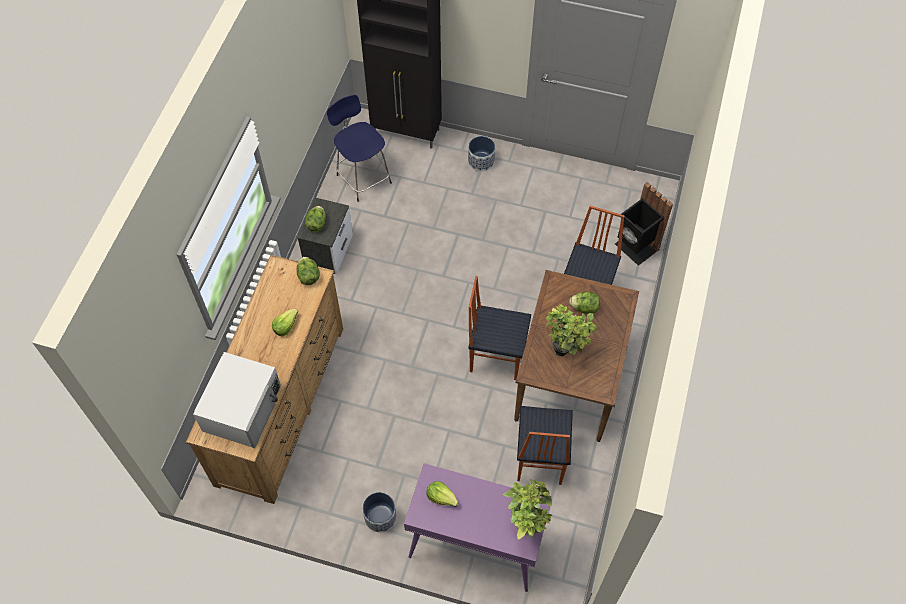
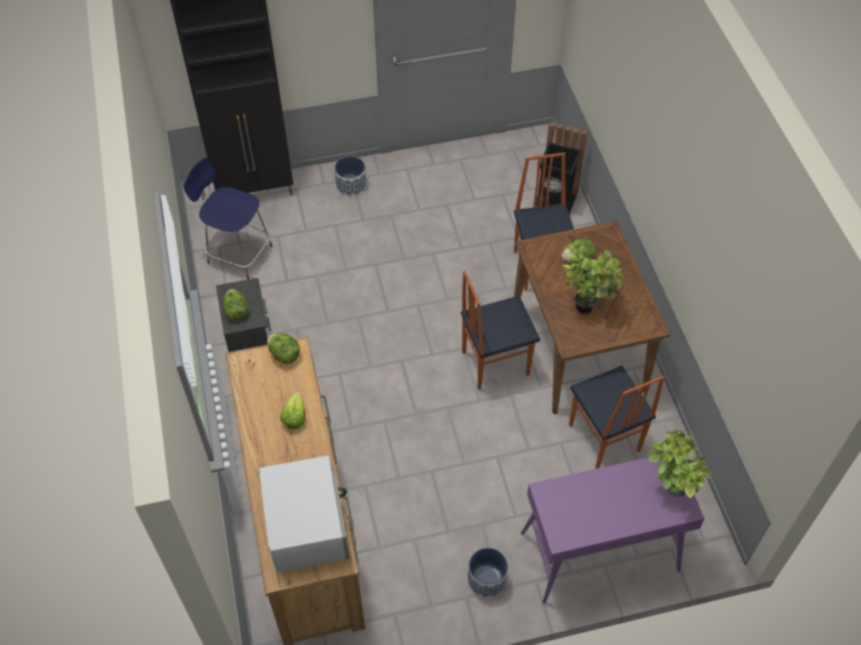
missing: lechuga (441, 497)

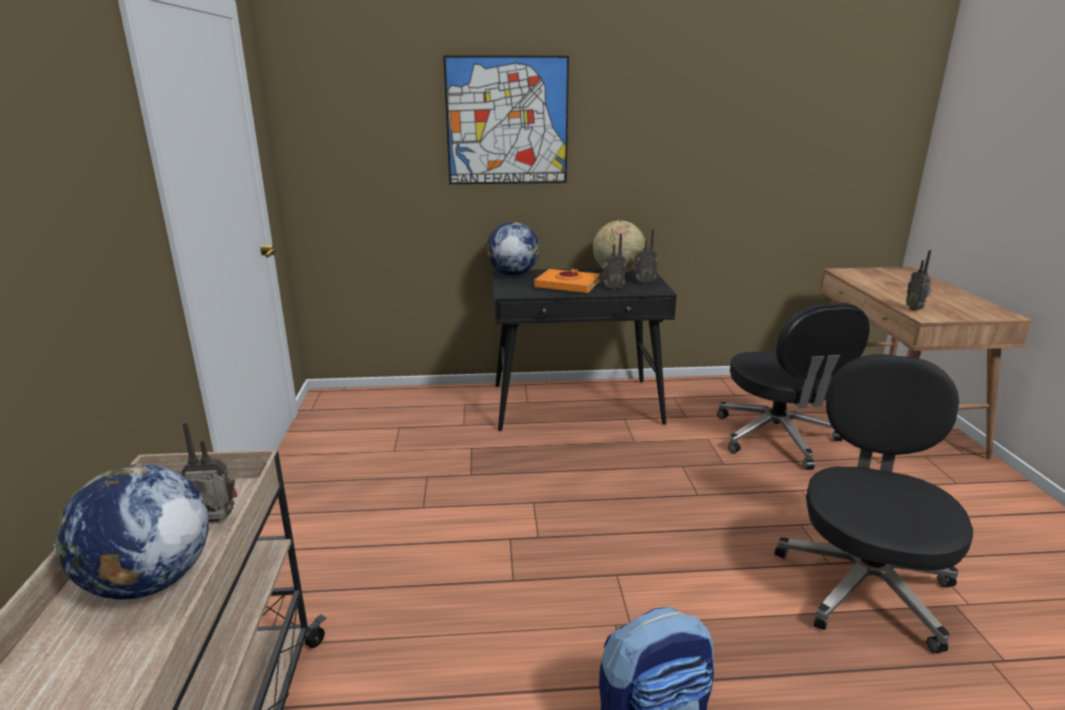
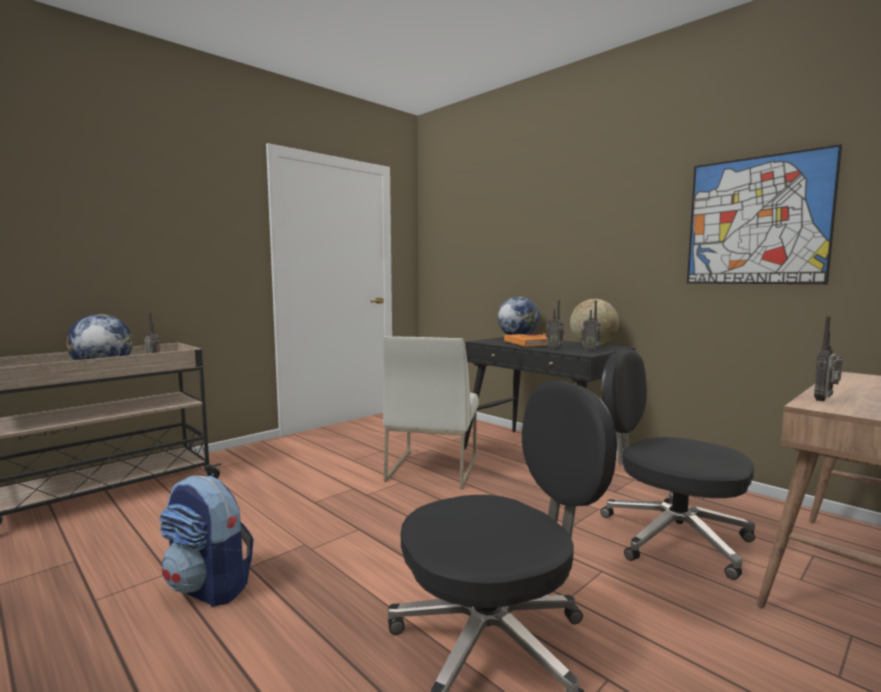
appeared: silla/blanco (432, 468)
relocated: cuadro (507, 121) to (756, 221)
spun: silla de oficina/negro (777, 438) = (670, 536) 90 degrees clockwise

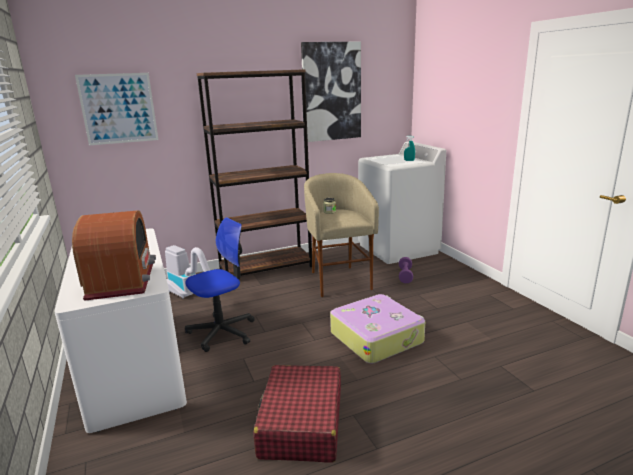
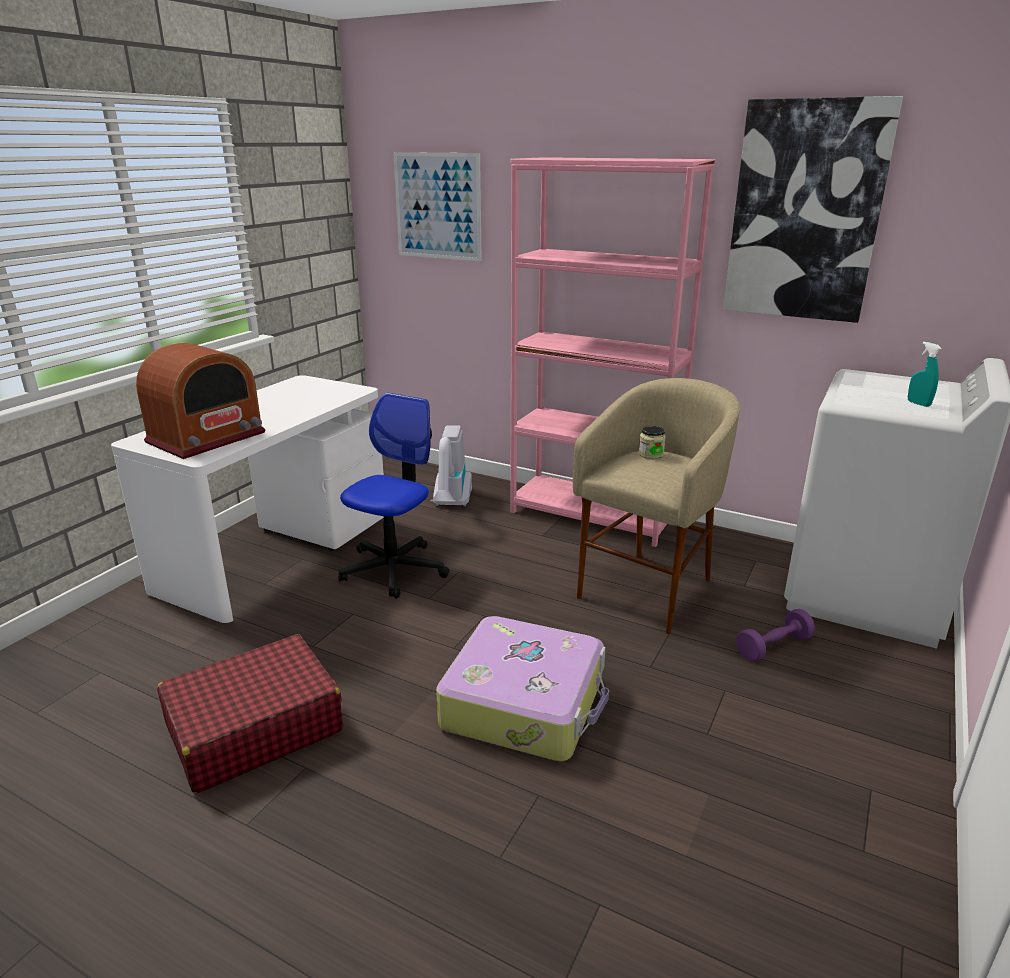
colour: estantería/marrón (266, 268) to estantería/rosa (592, 516)
spun: silla de oficina (222, 332) = (394, 569) 75 degrees counterclockwise

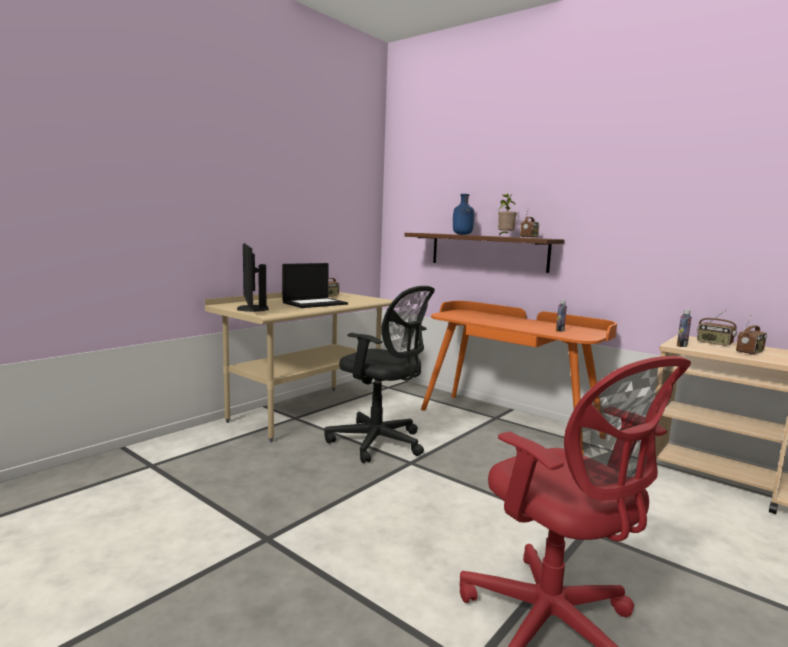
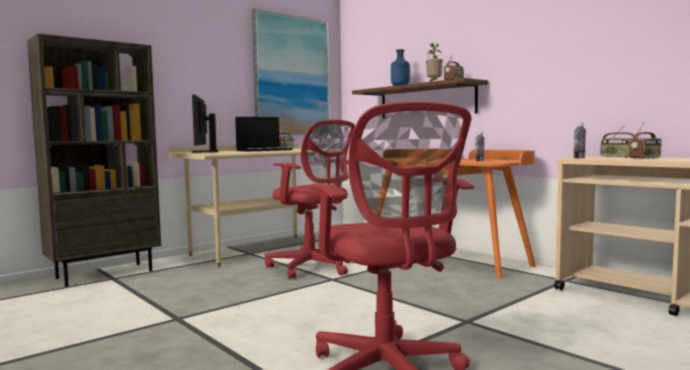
appeared: estantería/marrón (105, 274); cuadro (292, 76)
colour: silla de oficina/negro (380, 443) to silla de oficina/rojo (313, 268)

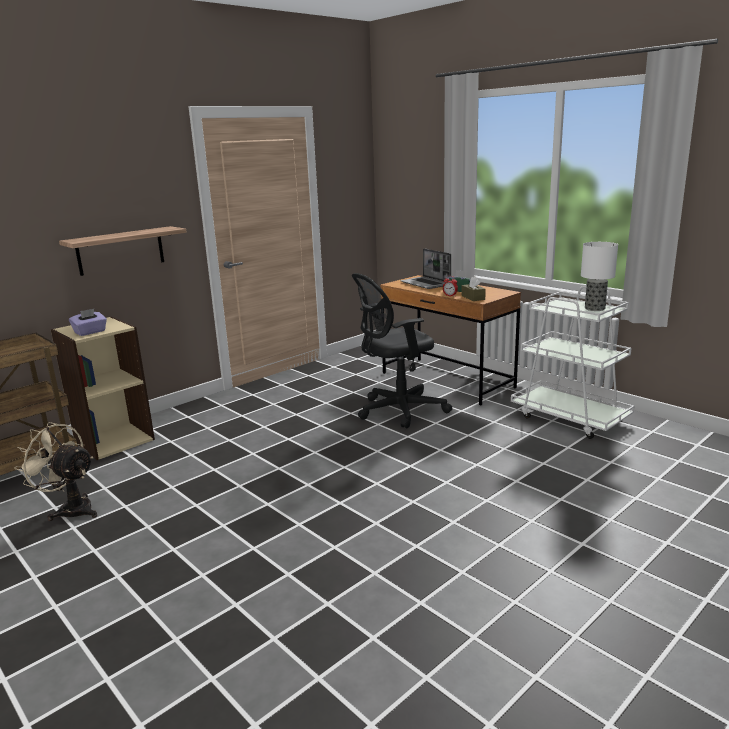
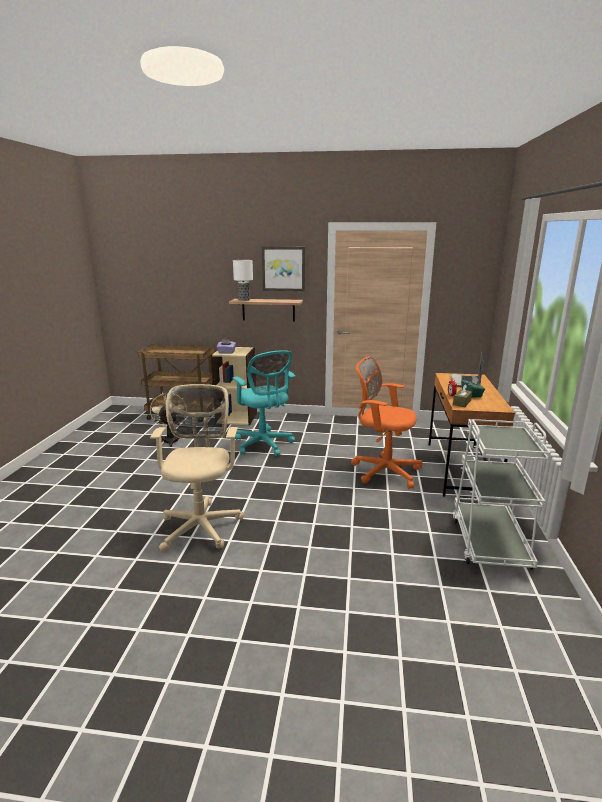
appeared: silla de oficina/beis (201, 525); silla de oficina/turquesa (264, 445); cuadro (283, 268)
relocated: lámpara de mesa (595, 308) to (244, 300)
colour: silla de oficina/negro (397, 411) to silla de oficina/naranja (383, 471)

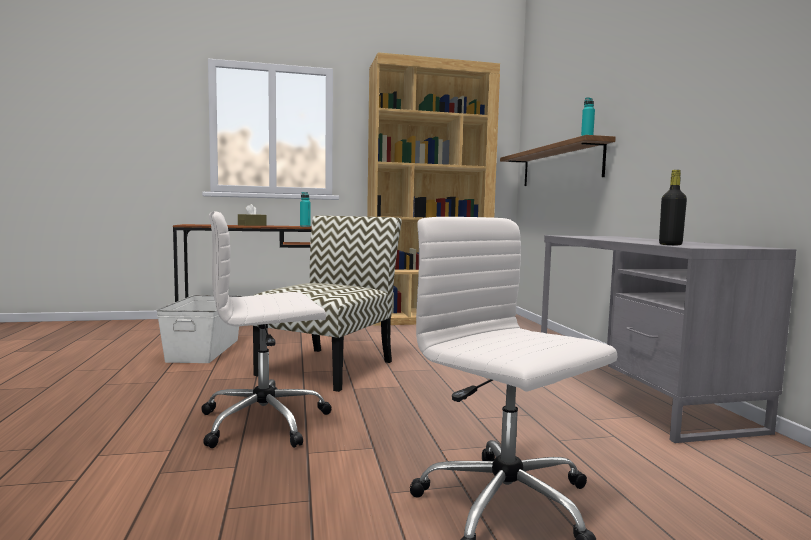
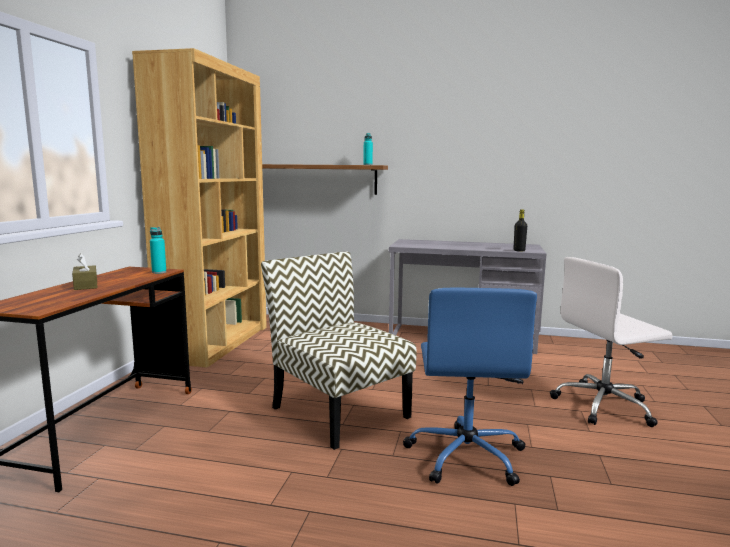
missing: caja de almacenaje/blanco (205, 350)
colour: silla de oficina/blanco (266, 421) to silla de oficina/azul (466, 455)

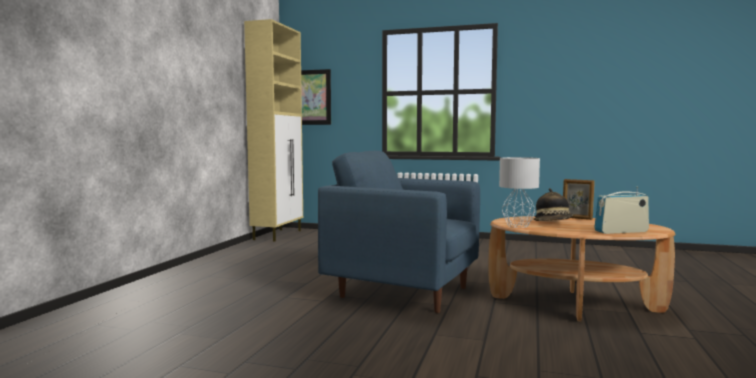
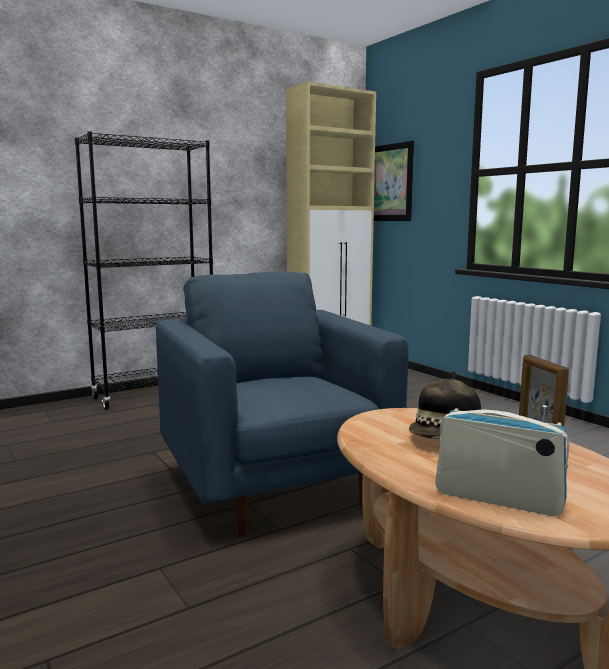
missing: lámpara de mesa/gris (517, 226)
appeared: estantería/negro (155, 395)

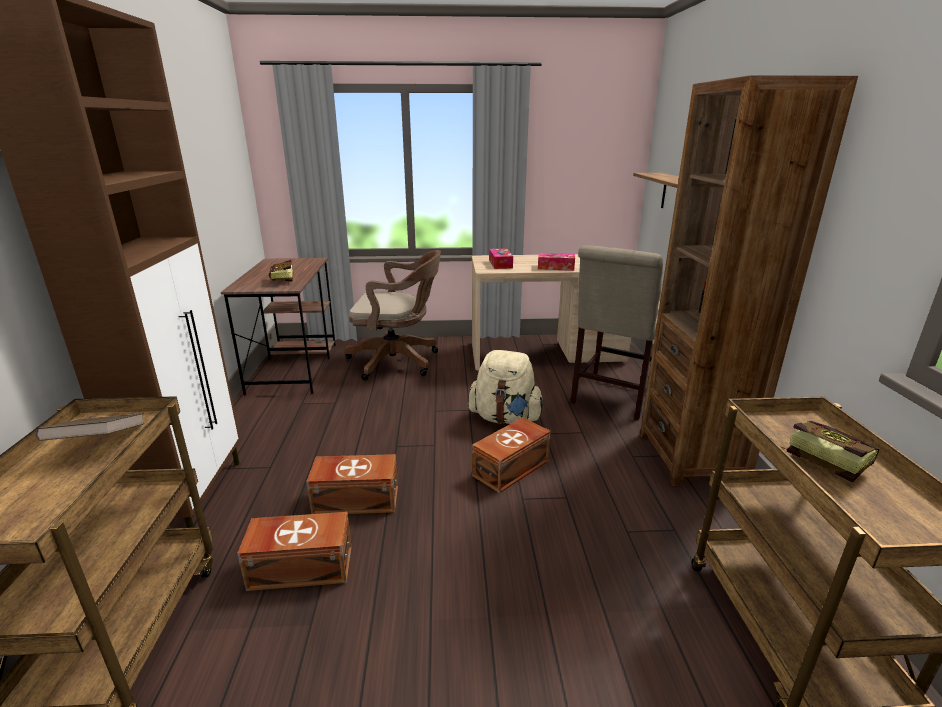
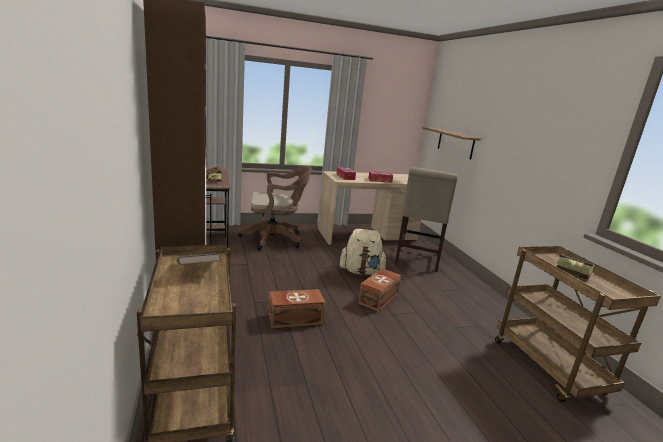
missing: caja de almacenaje/marrón (300, 567); estantería/marrón (691, 457)

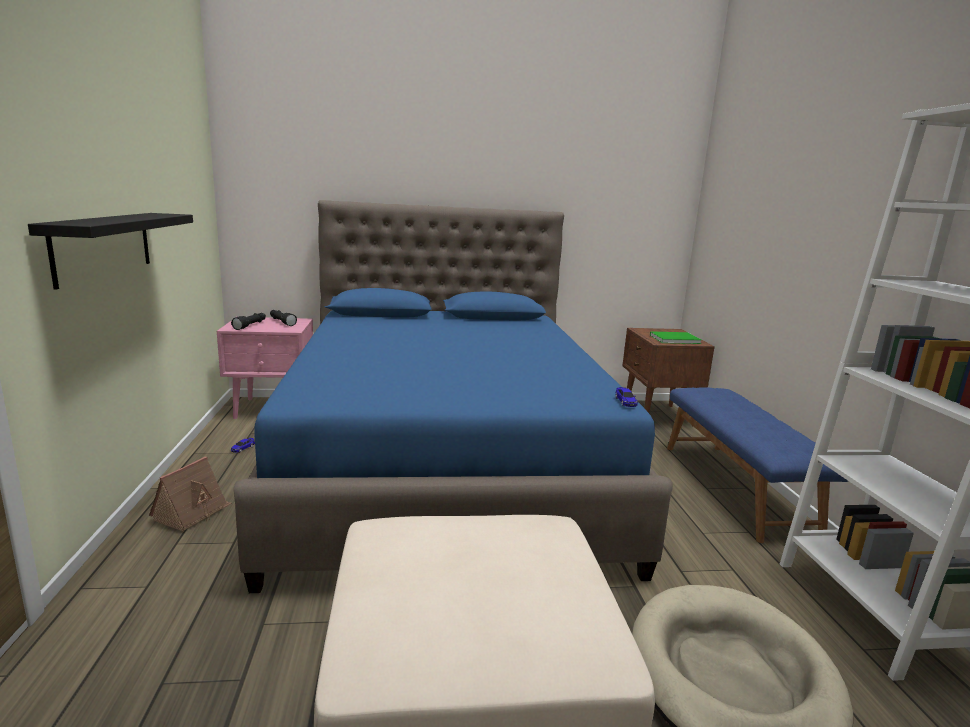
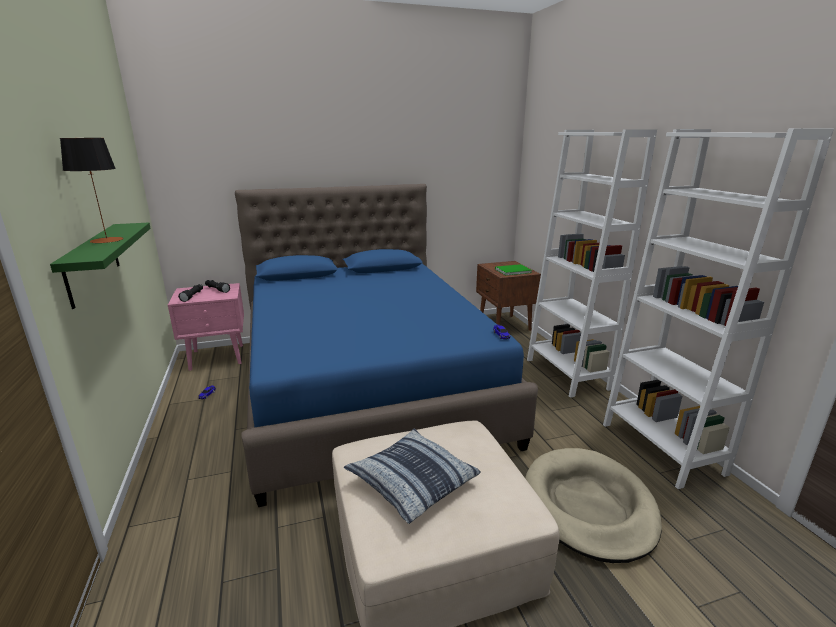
missing: casita (192, 513)
appeared: lámpara de mesa (107, 240); cojín (412, 481)
exchanged: banco/azul (736, 488) to estantería/blanco (567, 374)
colour: estante/negro (104, 246) to estante/verde (92, 262)

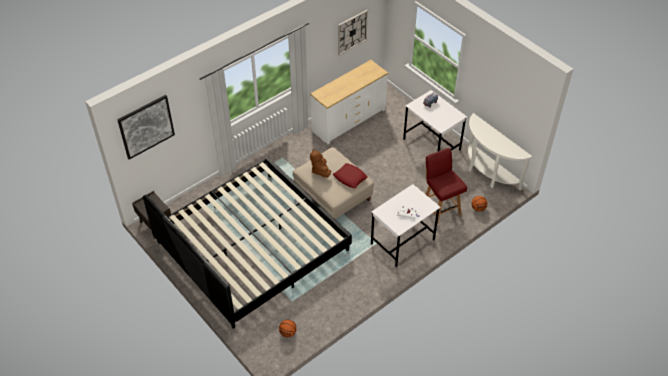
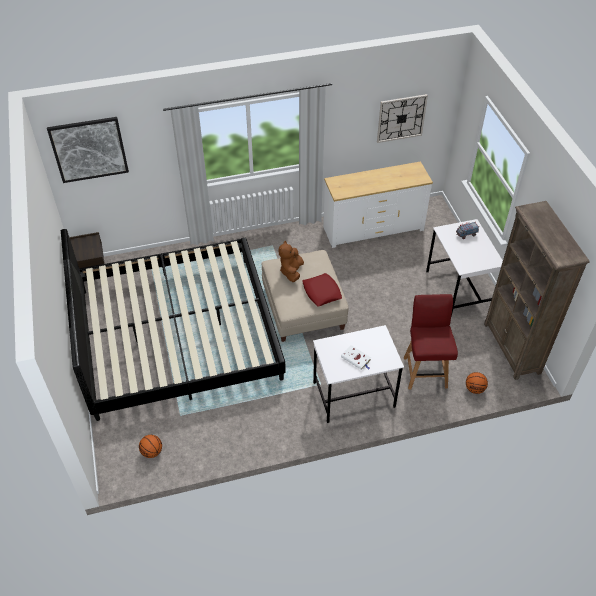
exchanged: mesa consola/blanco (487, 173) to estantería/marrón (512, 348)

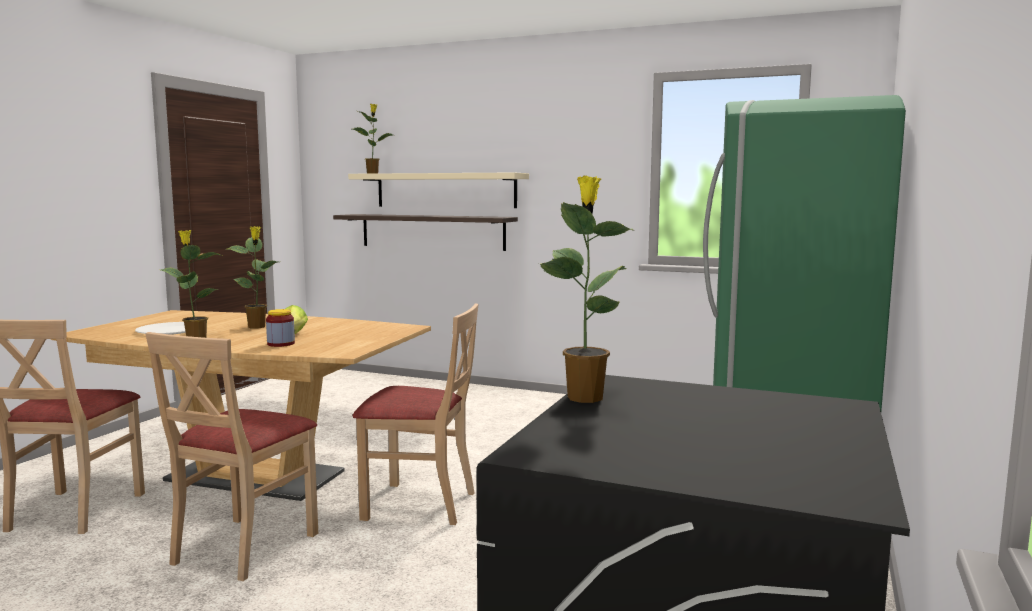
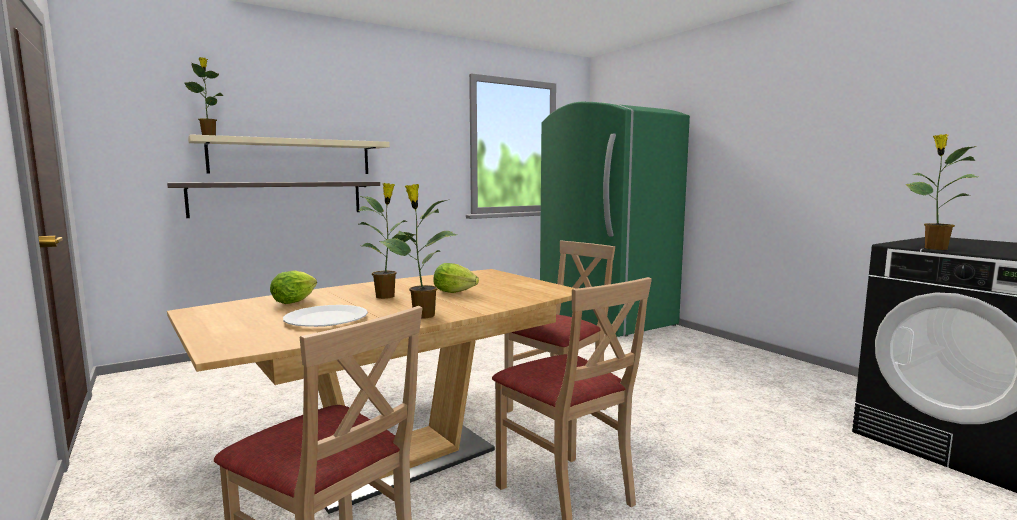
missing: tarro (281, 344)
appeared: lechuga (296, 301)

